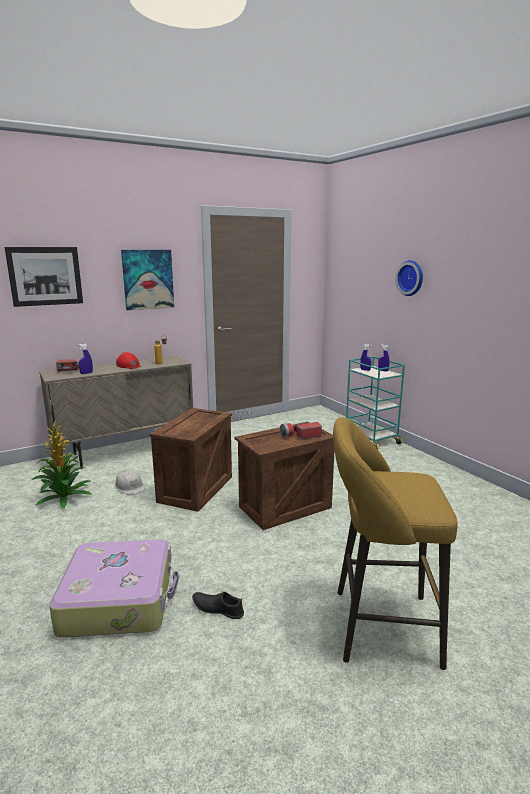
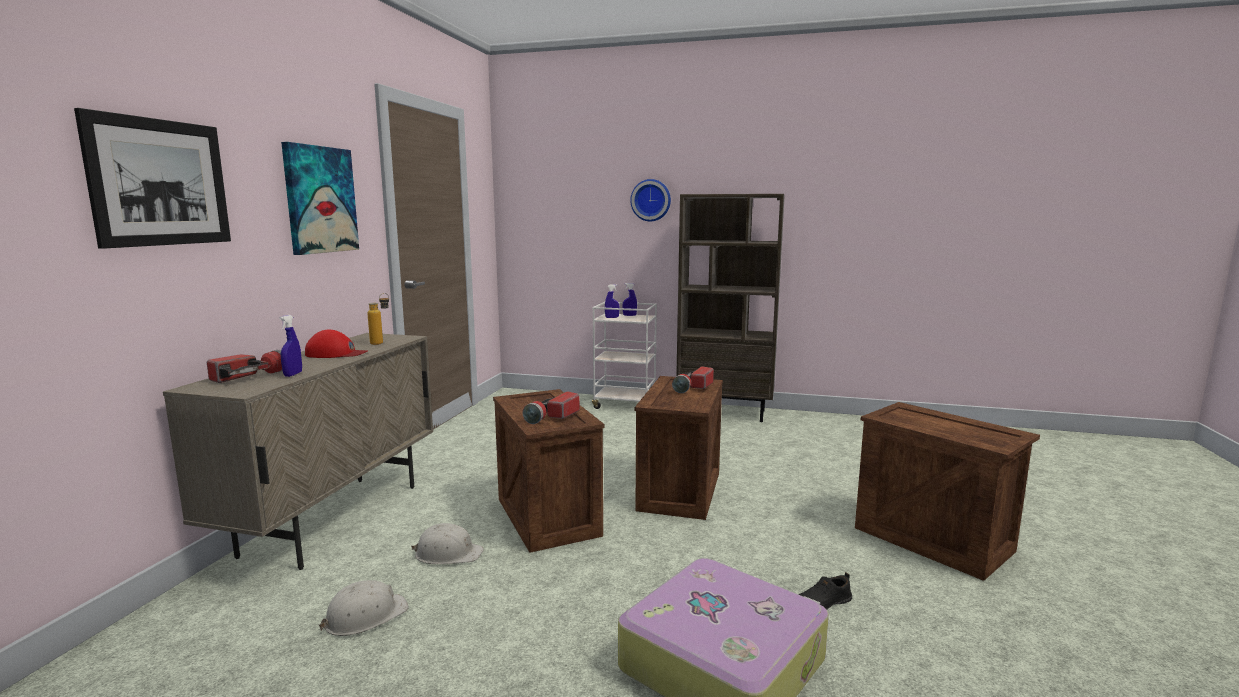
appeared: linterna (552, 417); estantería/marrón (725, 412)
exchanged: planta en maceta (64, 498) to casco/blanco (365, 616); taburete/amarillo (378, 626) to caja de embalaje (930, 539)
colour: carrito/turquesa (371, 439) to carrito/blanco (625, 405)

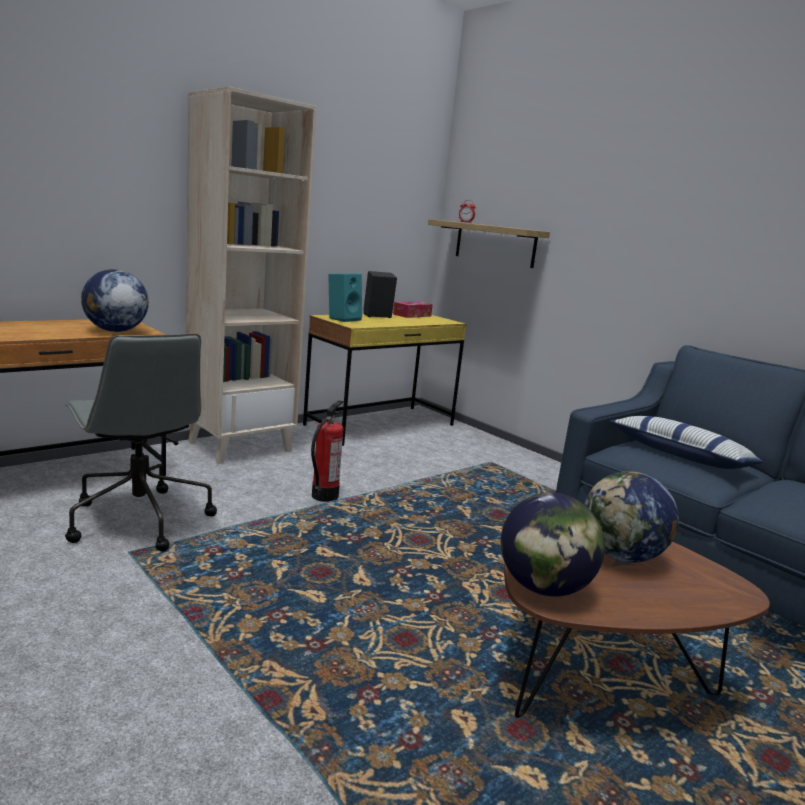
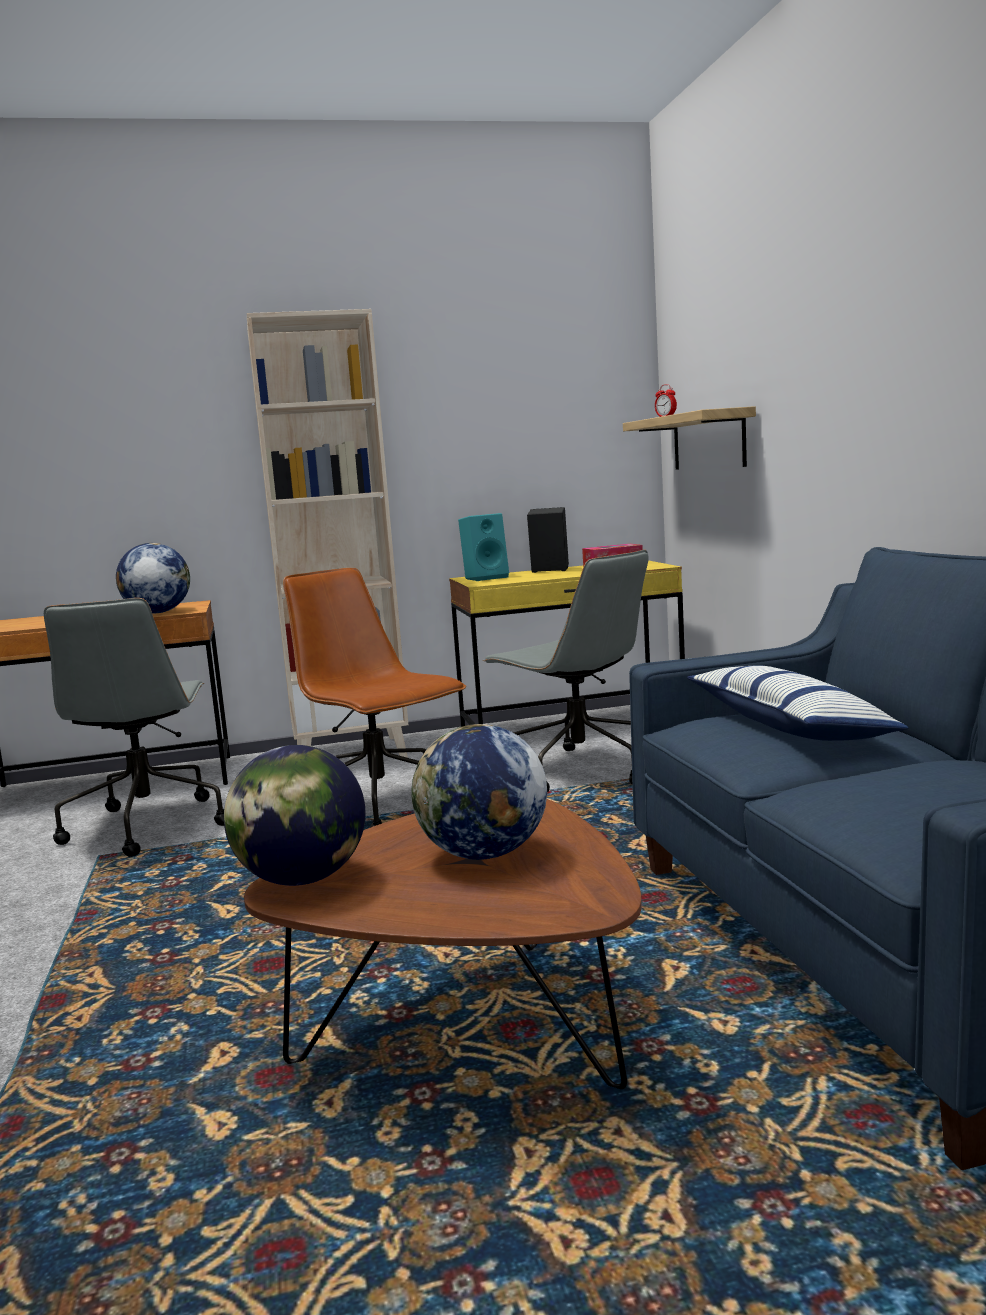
appeared: silla de oficina/gris (578, 770)
exchanged: extintor (324, 496) to silla de oficina/marrón (381, 808)

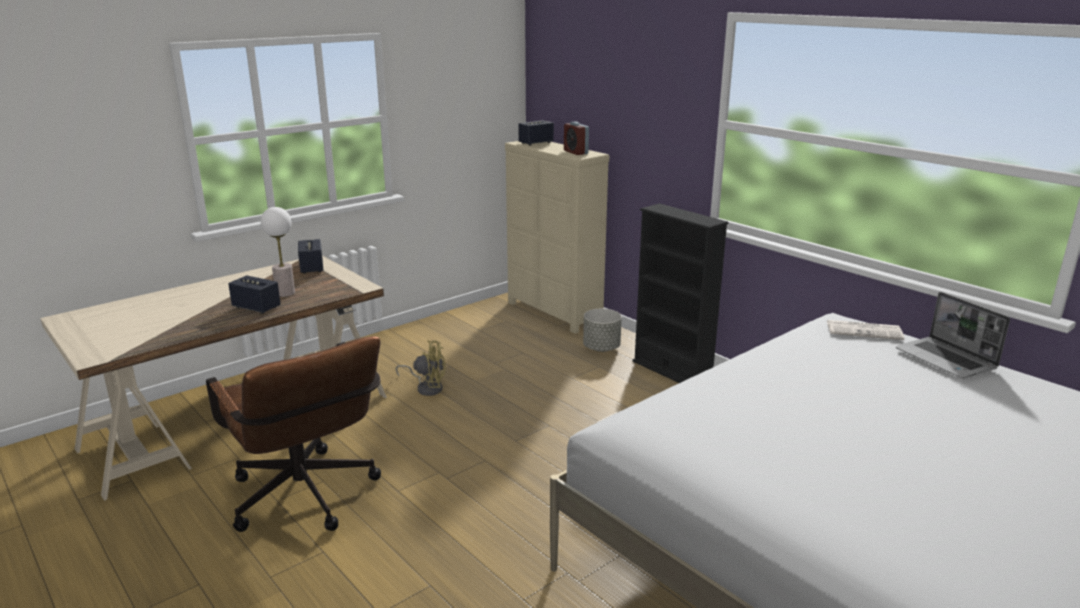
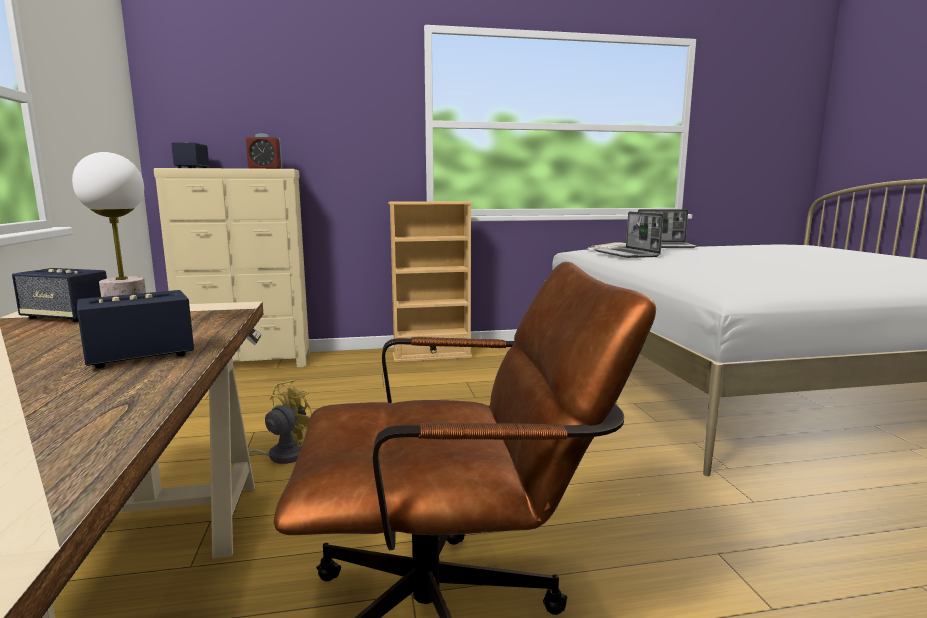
missing: maceta/gris (602, 348)
appeared: portátil (627, 254)
colour: estantería/negro (672, 371) to estantería/beis (432, 356)

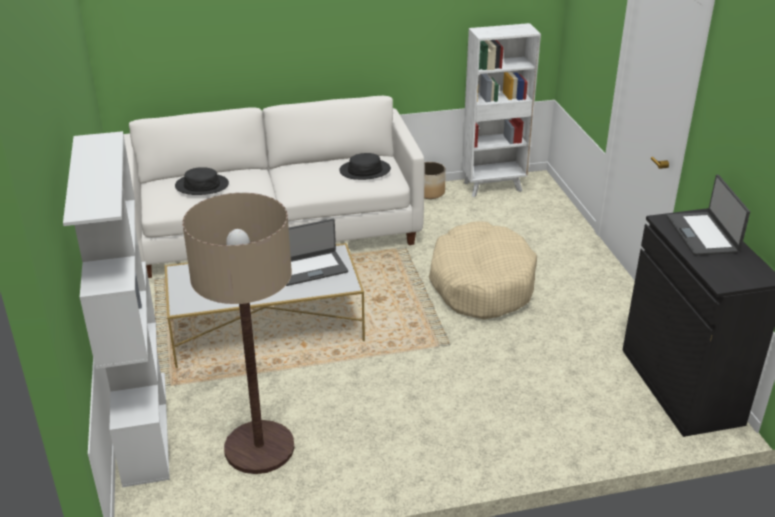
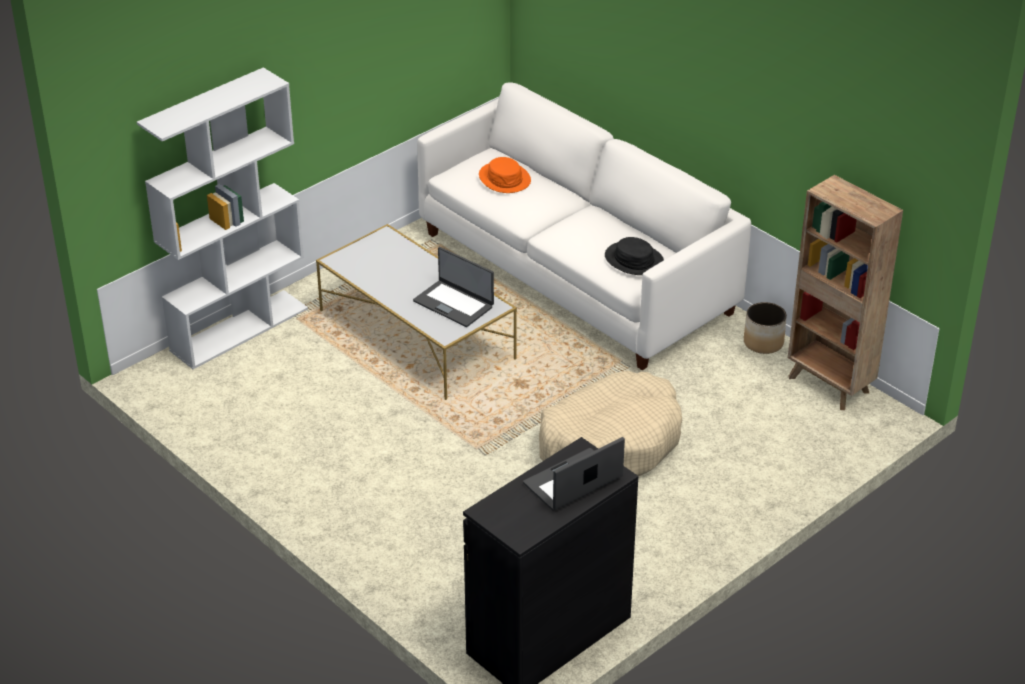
missing: lámpara de pie (259, 448)
colour: sombrero/negro (202, 185) to sombrero/naranja (505, 178); estantería/blanco (494, 187) to estantería/marrón (829, 385)

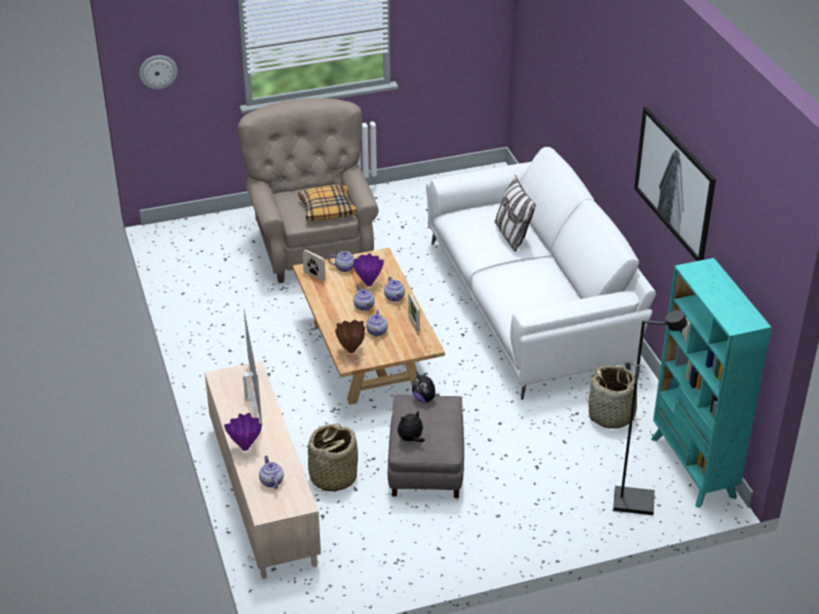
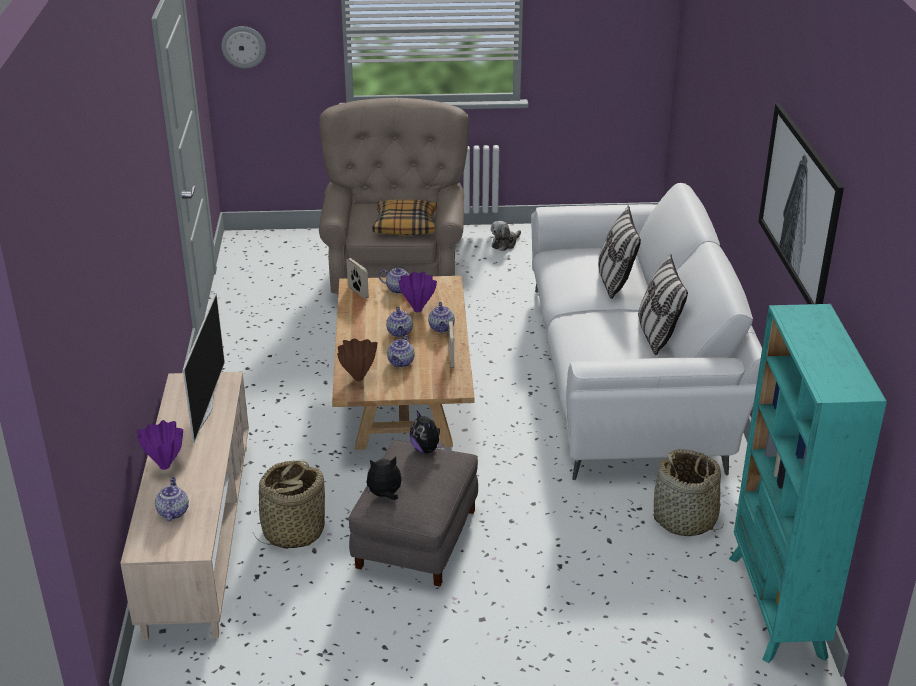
missing: lámpara de pie/negro (634, 501)
appeared: peluche (505, 243); cojín (656, 335)

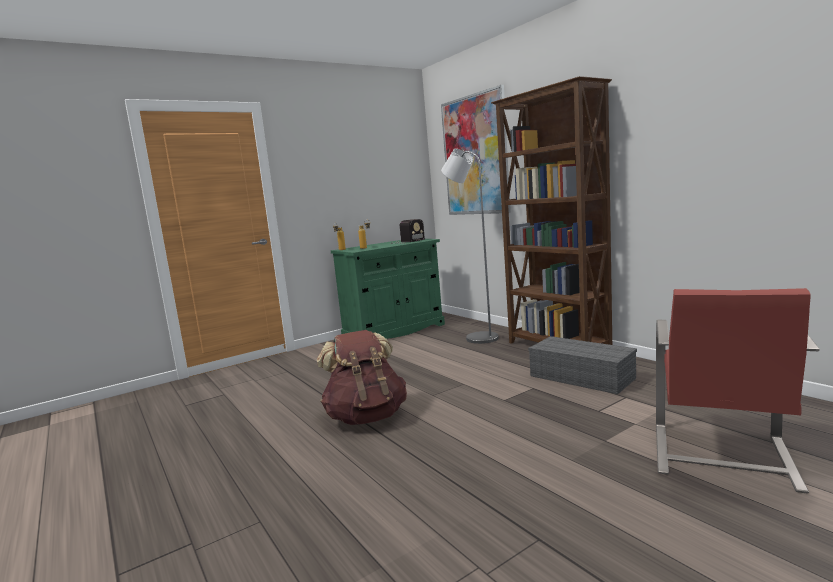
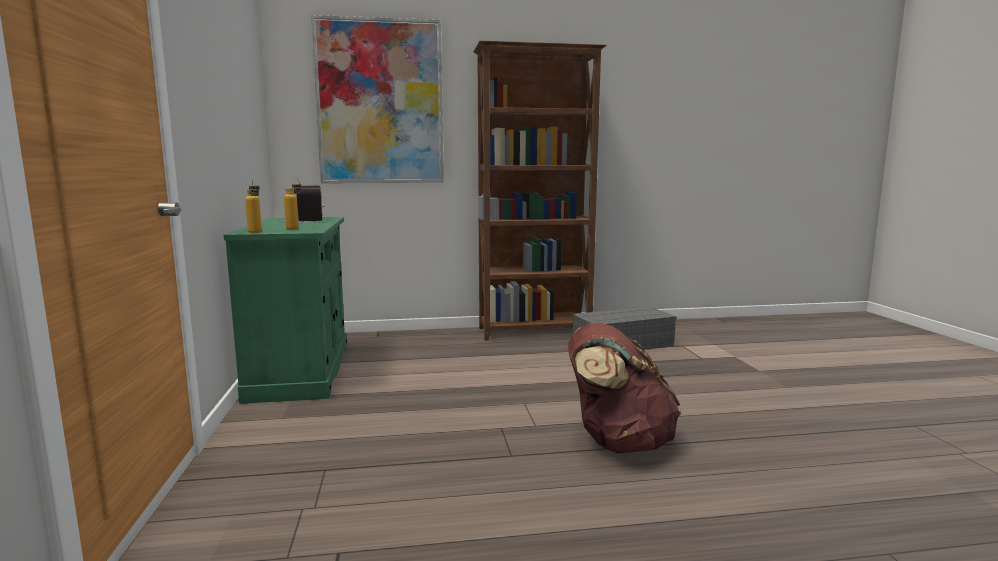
missing: lámpara de pie/gris (476, 338); silla/rojo (721, 457)

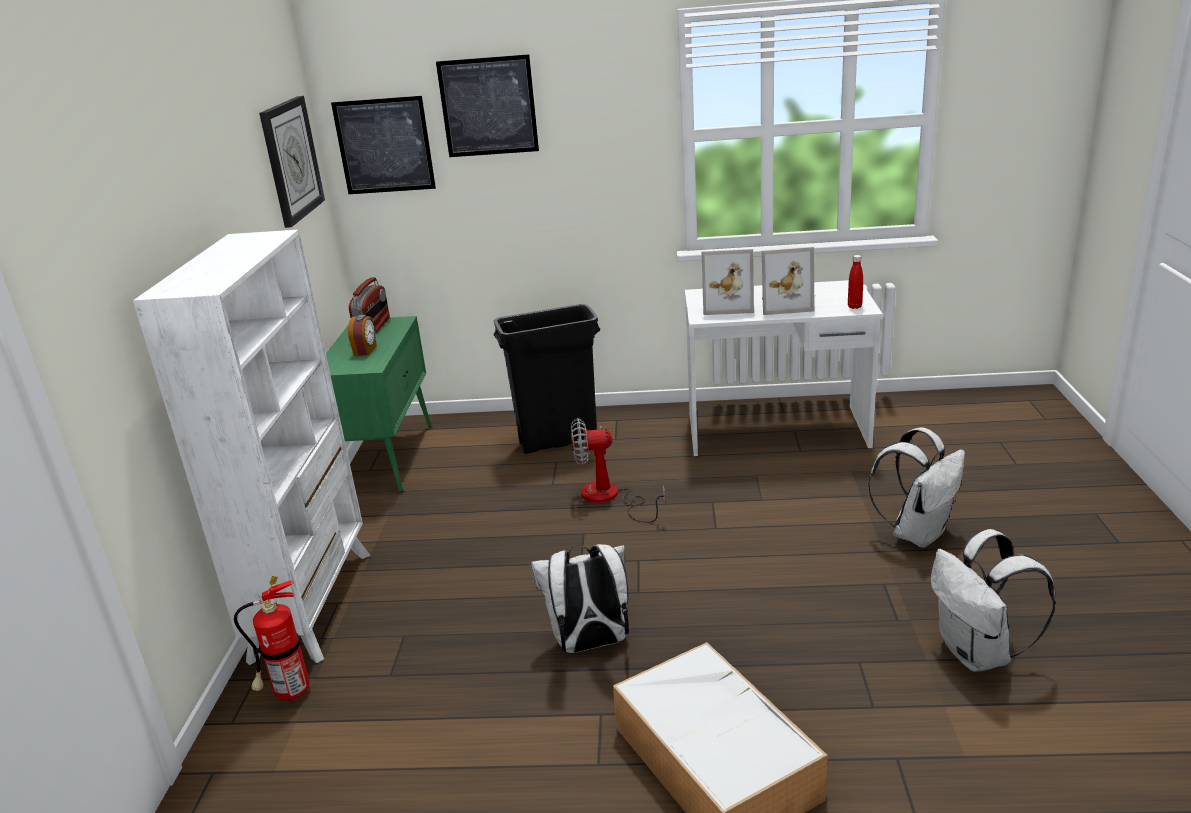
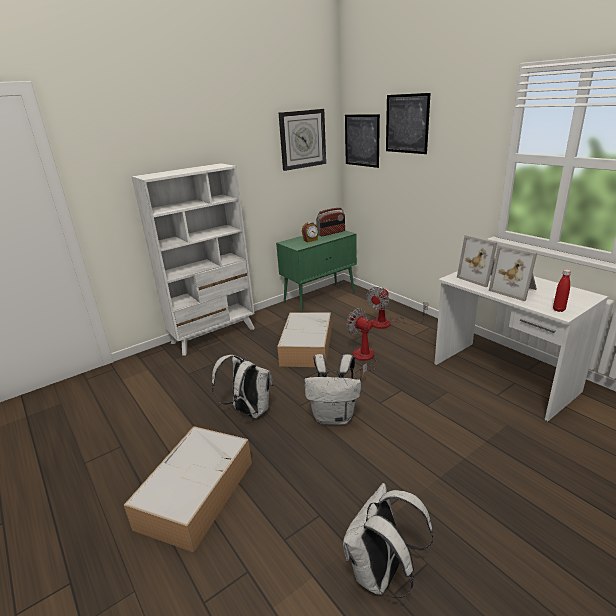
missing: extintor (288, 694)
appeared: caja de almacenaje (306, 346)
relocated: mochila/blanco (917, 533) to (334, 417)
exchanged: papelera/negro (558, 441) to ventilador (388, 323)

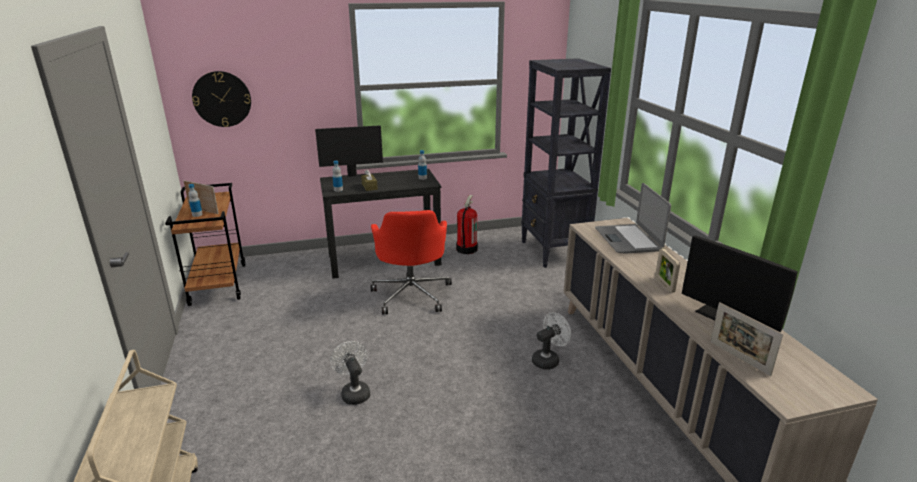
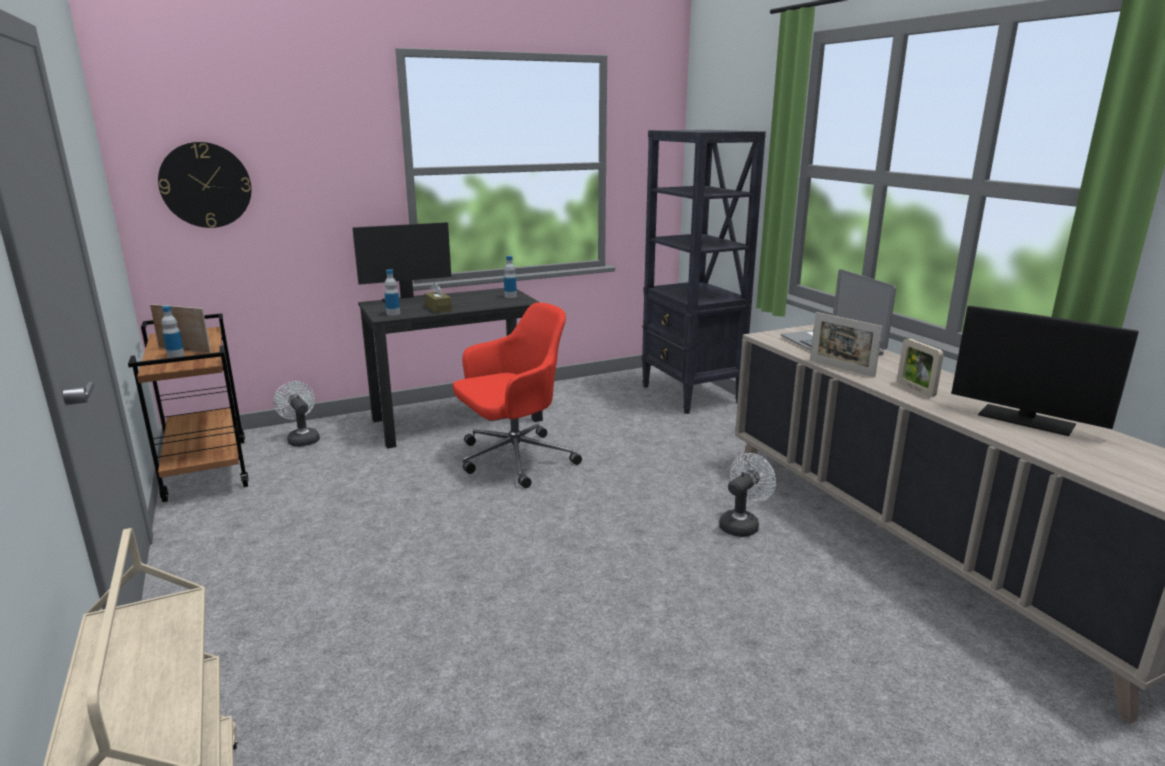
missing: extintor (466, 249)
relocated: ventilador/blanco (354, 392) to (302, 439); portarretratos (739, 358) to (841, 368)
spun: silla de oficina/rojo (412, 294) = (513, 459) 105 degrees counterclockwise

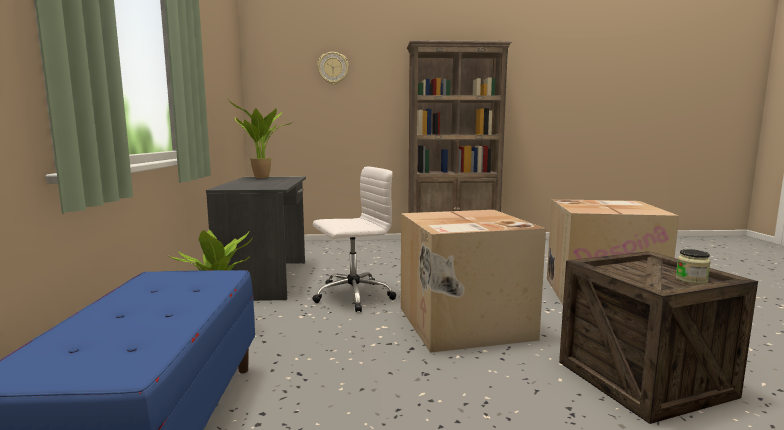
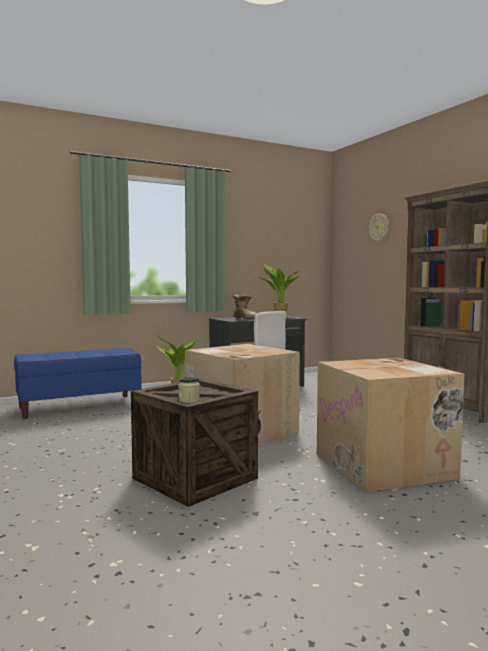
appeared: bota (245, 318)

